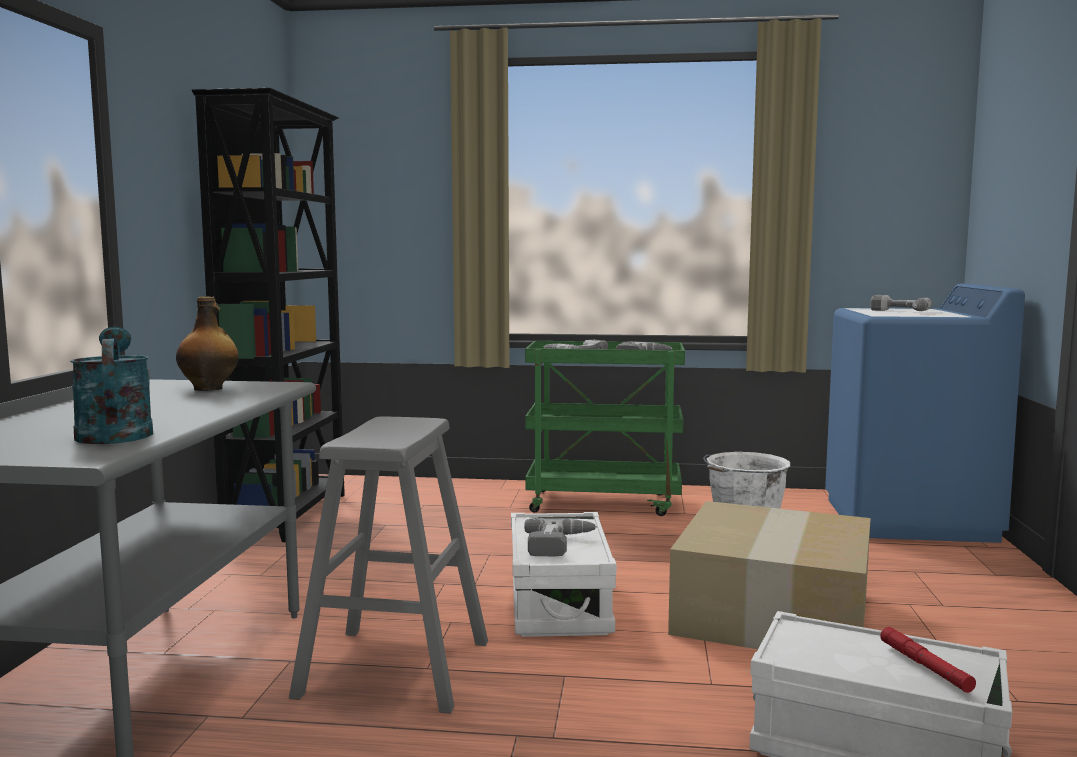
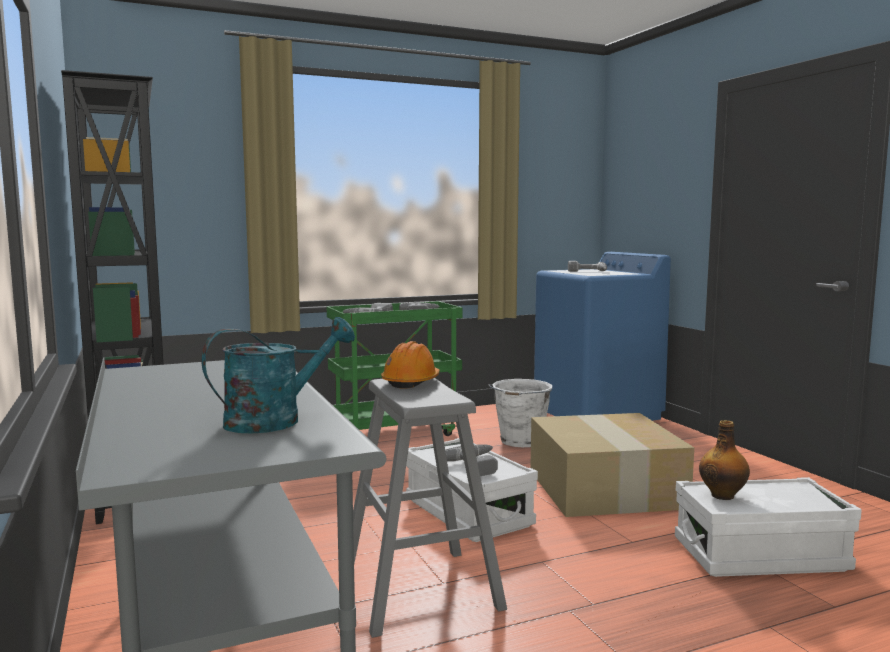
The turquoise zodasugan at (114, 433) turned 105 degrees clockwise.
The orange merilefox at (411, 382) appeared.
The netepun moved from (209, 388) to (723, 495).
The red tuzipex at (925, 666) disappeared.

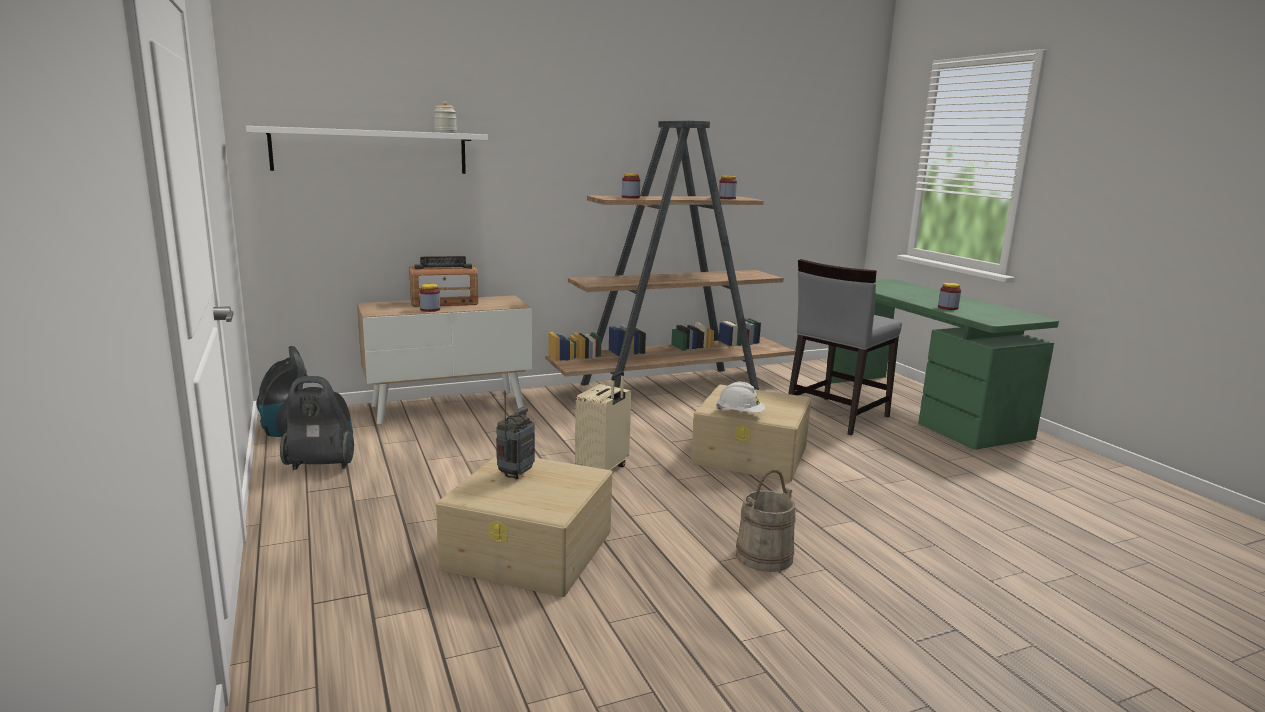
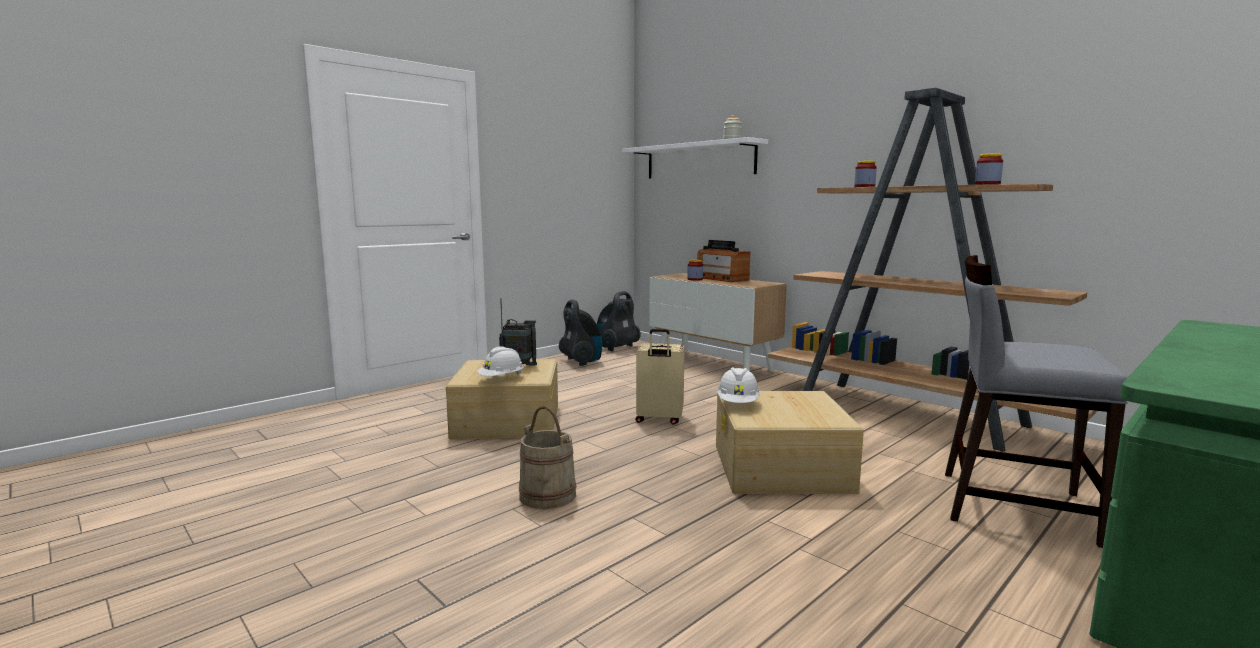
The white merilefox at (501, 379) appeared.
The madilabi at (948, 308) disappeared.

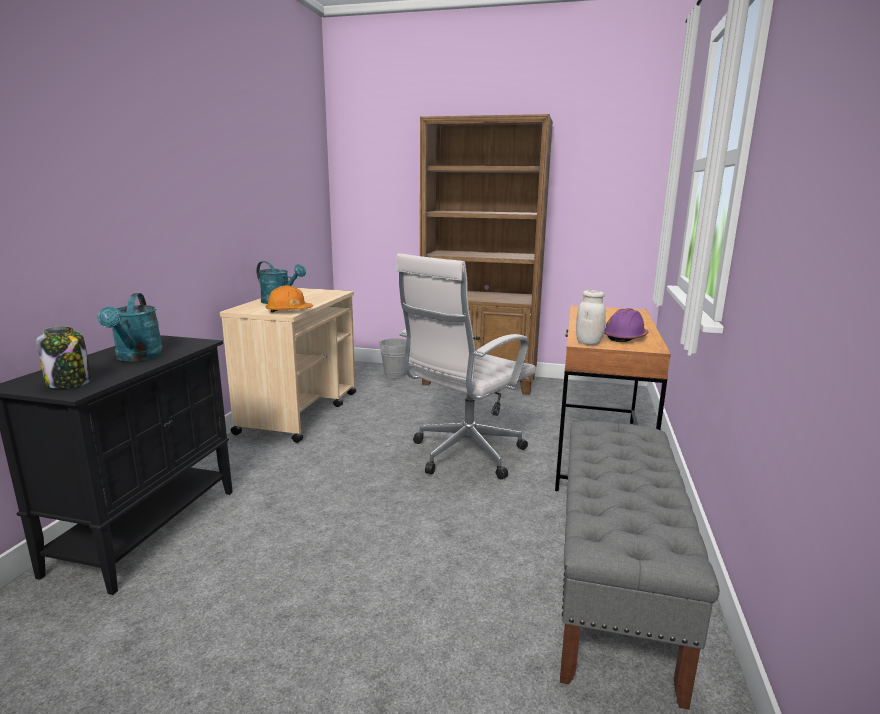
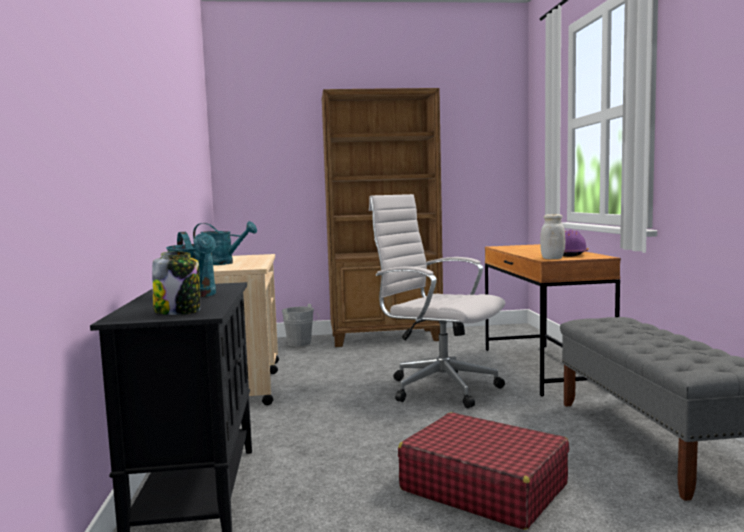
The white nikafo at (463, 455) turned 105 degrees clockwise.
The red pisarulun at (483, 487) appeared.
The orange merilefox at (289, 311) disappeared.

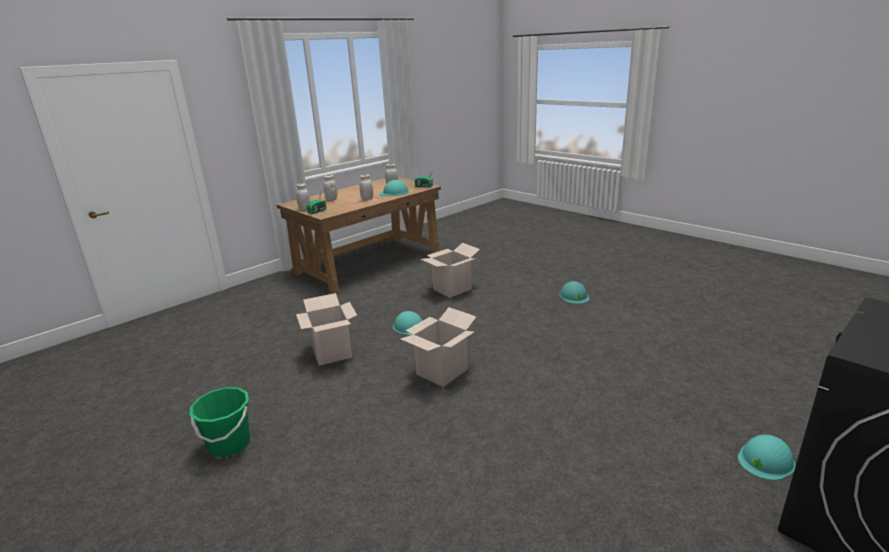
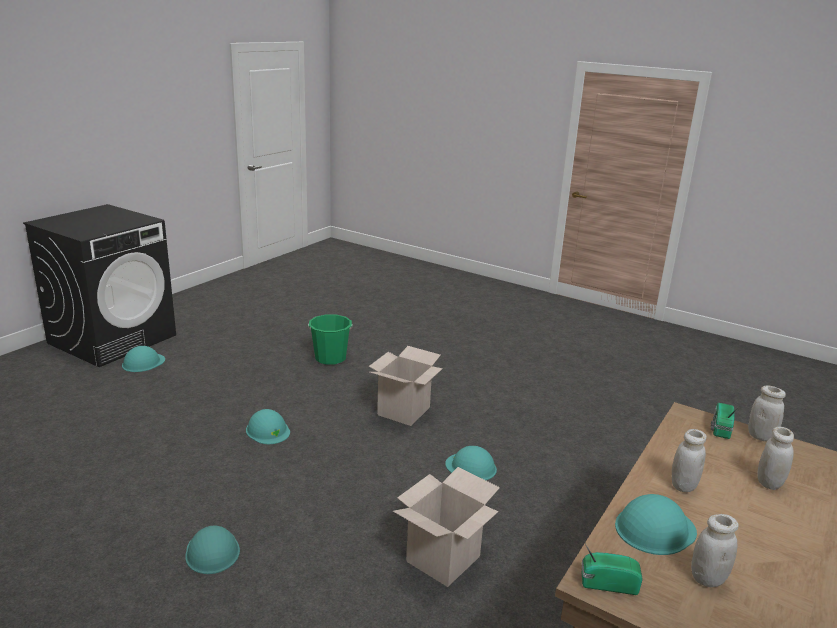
The turquoise merilefox at (268, 430) appeared.
The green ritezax moved from (229, 444) to (330, 358).
The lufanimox at (332, 353) disappeared.

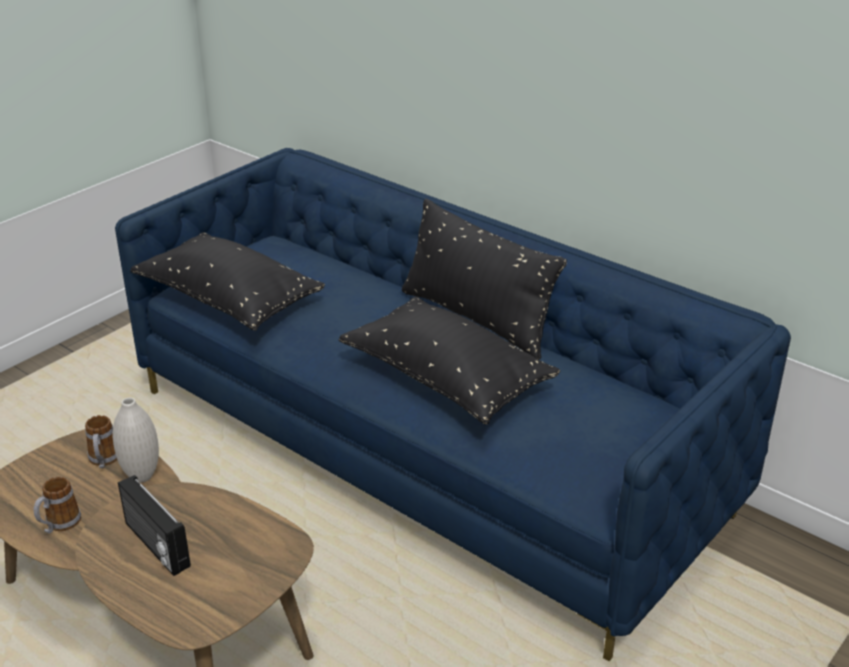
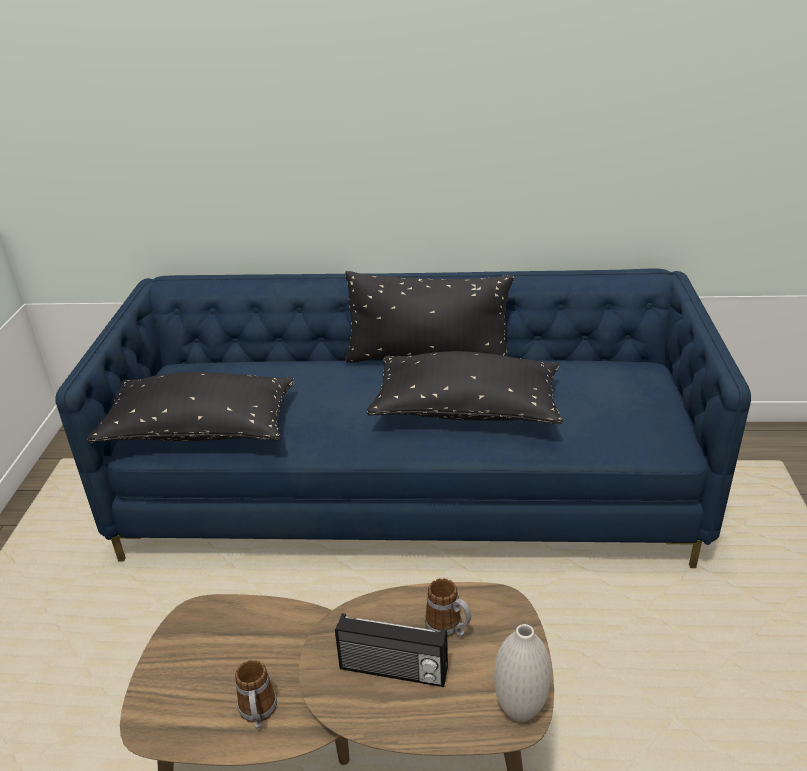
The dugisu moved from (104, 461) to (449, 628).
The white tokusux moved from (141, 476) to (520, 710).

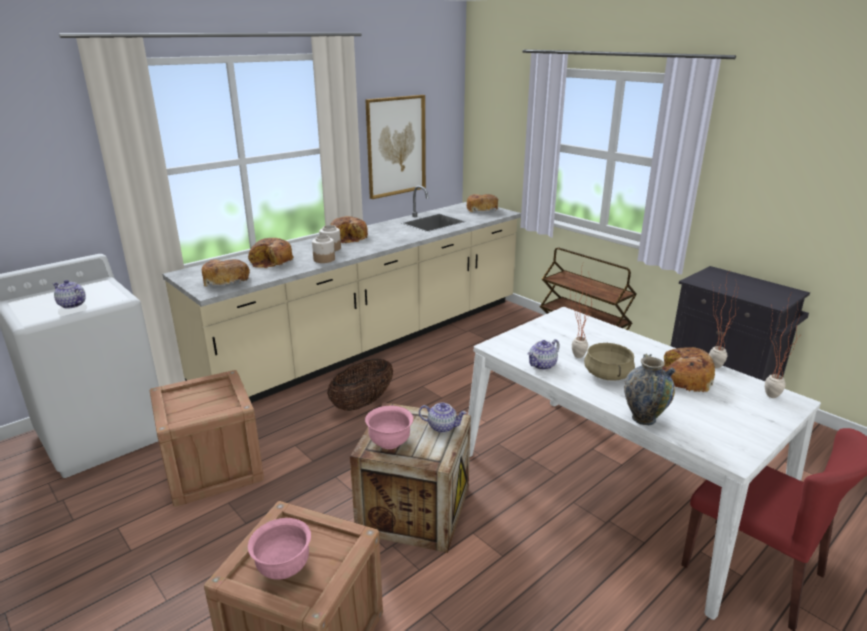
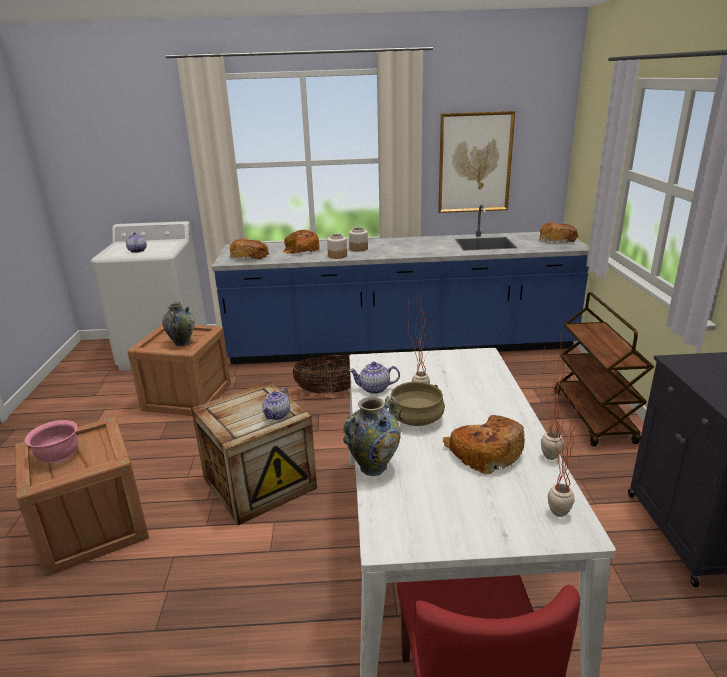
The tokusux at (182, 343) appeared.
The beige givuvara at (372, 342) became the blue givuvara at (401, 347).
The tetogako at (442, 427) turned 60 degrees clockwise.
The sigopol at (350, 237) disappeared.
The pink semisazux at (390, 442) disappeared.

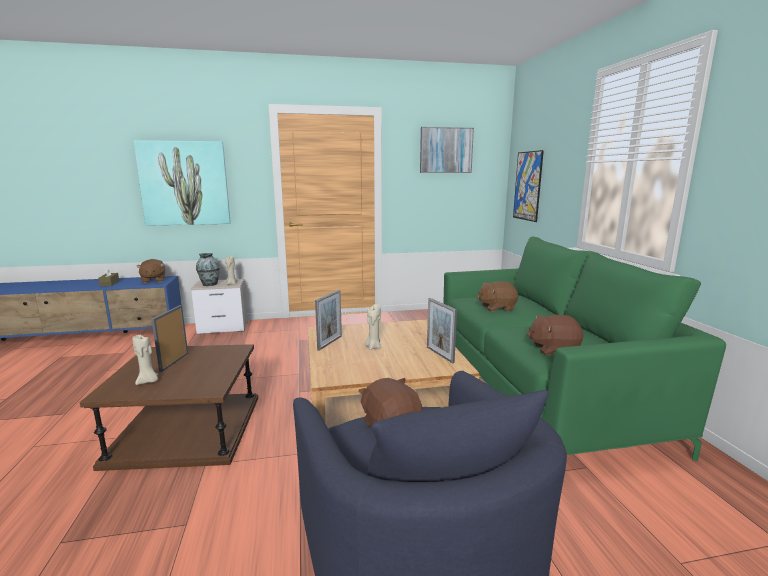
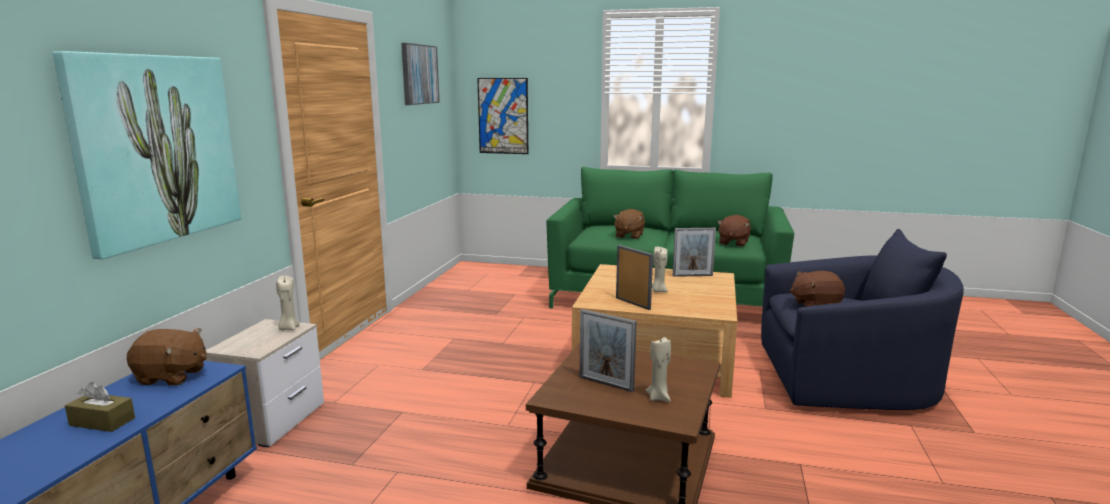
The tokusux at (210, 284) disappeared.

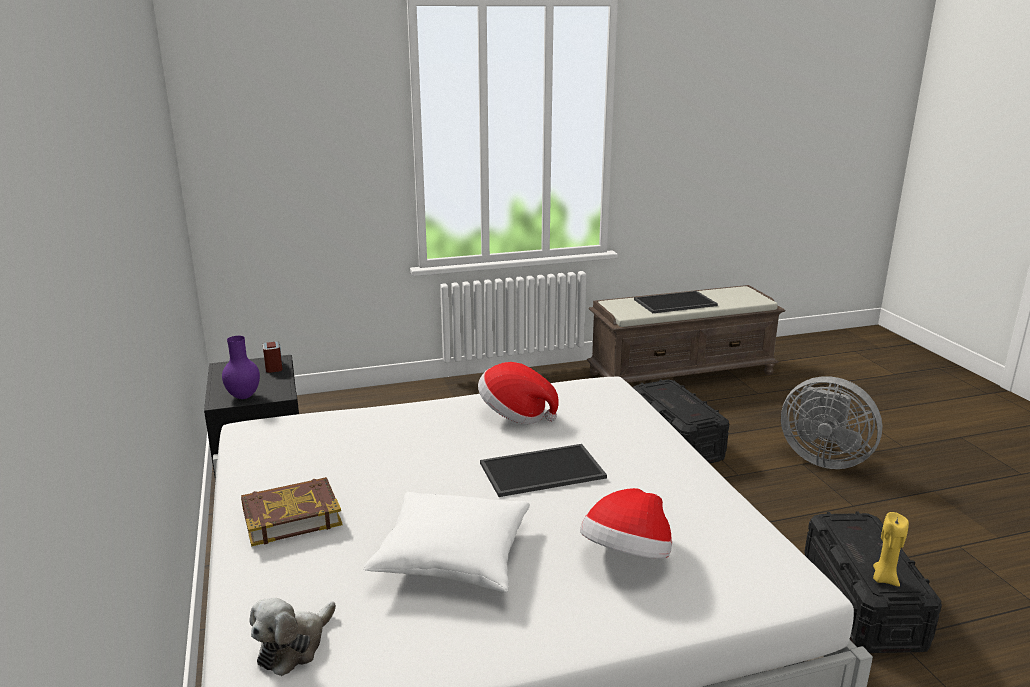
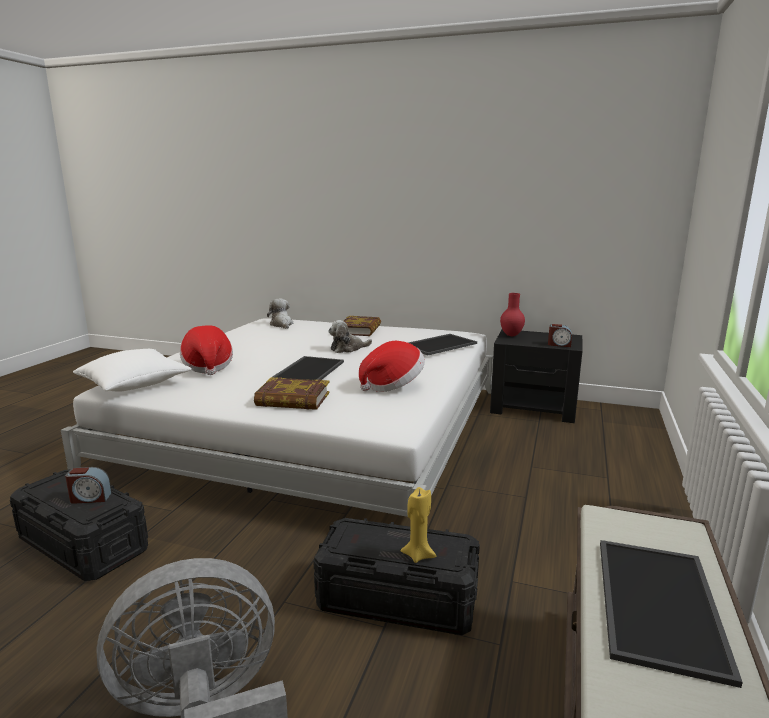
The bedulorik at (90, 498) appeared.
The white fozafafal moved from (452, 557) to (134, 384).
The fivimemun at (293, 400) appeared.
The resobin at (348, 349) appeared.
The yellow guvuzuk moved from (884, 578) to (418, 555).
The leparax at (439, 344) appeared.
The purple tokusux at (244, 396) became the red tokusux at (512, 335).

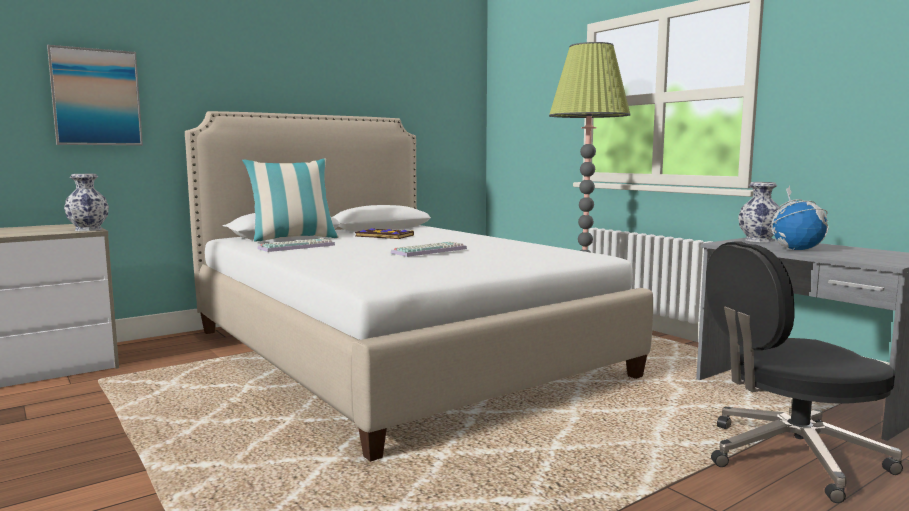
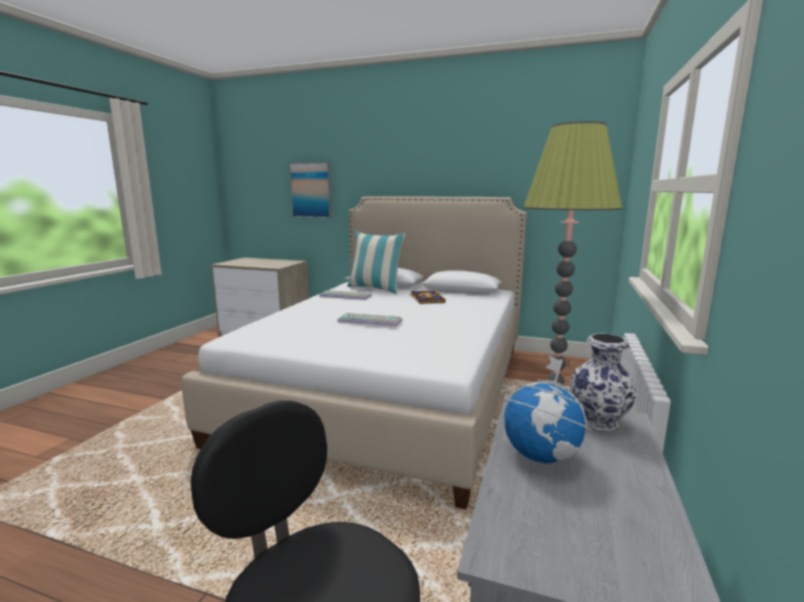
The tokusux at (88, 229) disappeared.

